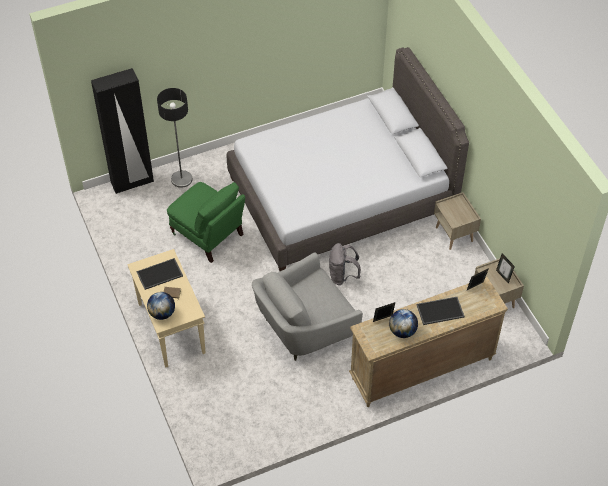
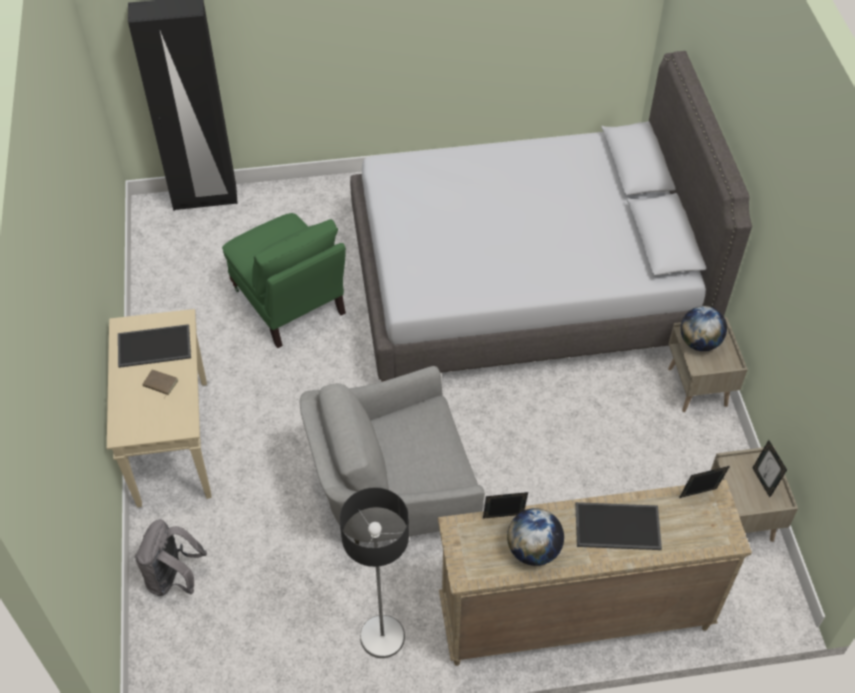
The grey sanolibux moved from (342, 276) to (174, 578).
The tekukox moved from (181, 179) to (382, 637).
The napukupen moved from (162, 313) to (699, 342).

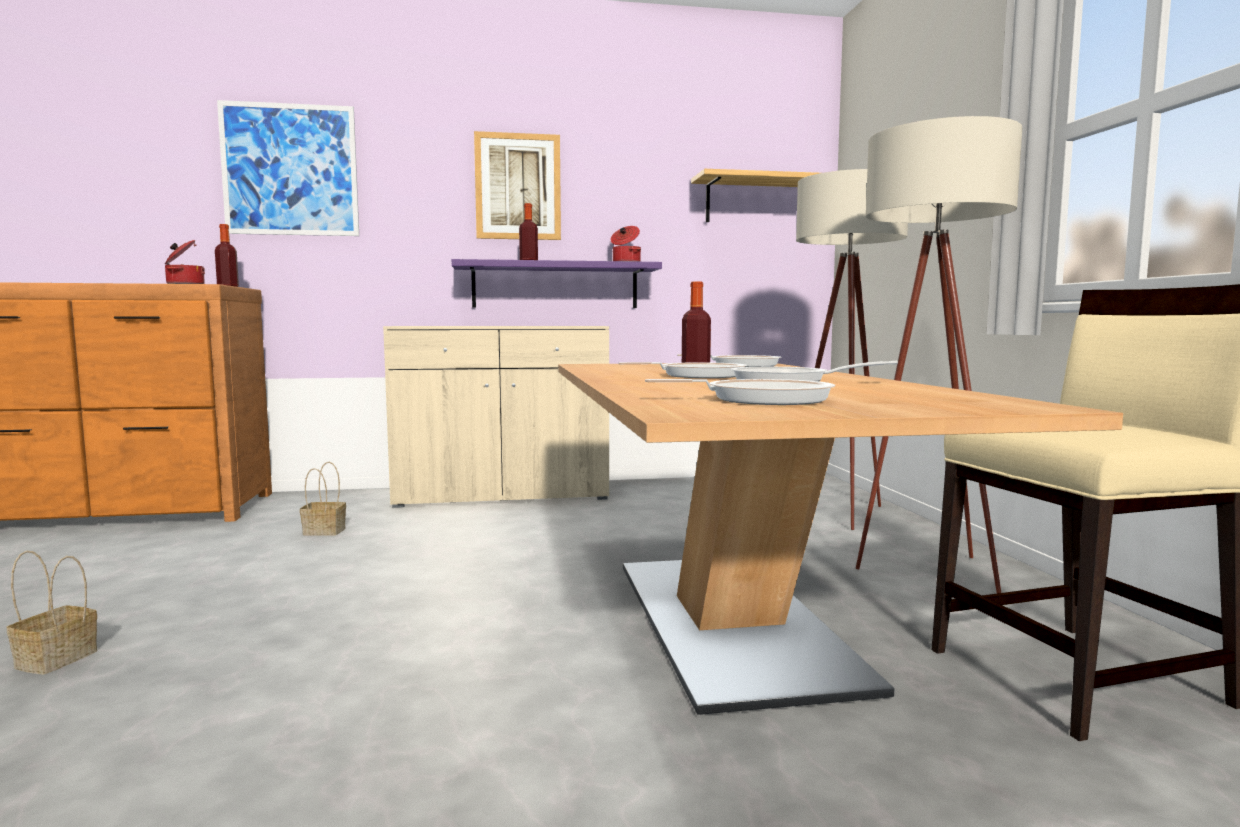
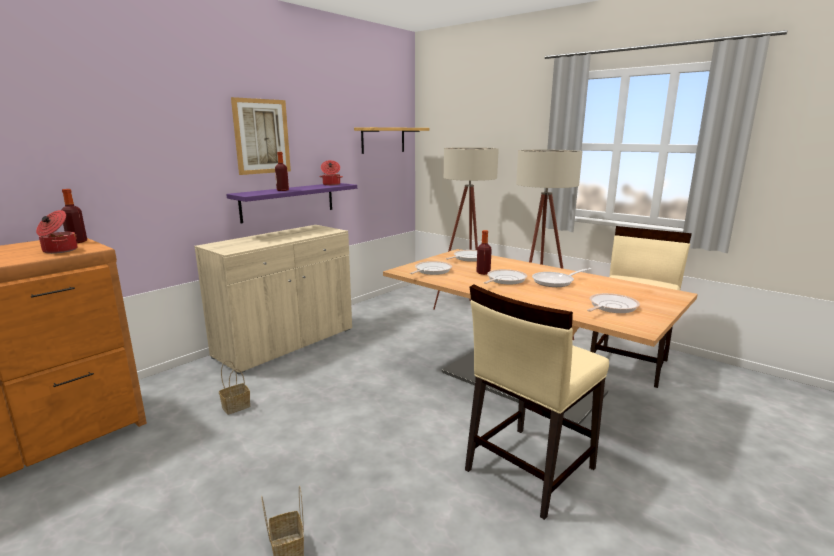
The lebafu at (431, 271) appeared.
The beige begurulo at (528, 469) appeared.
The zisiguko at (290, 170) disappeared.

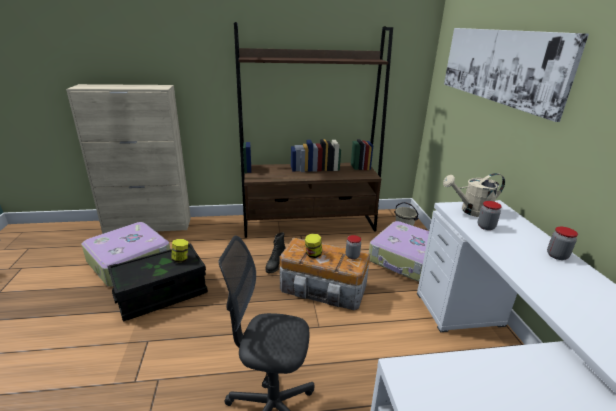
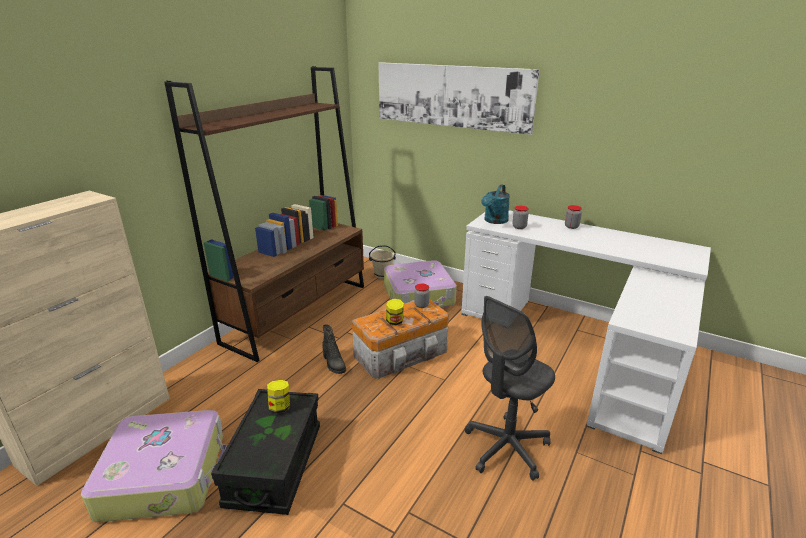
The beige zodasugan at (471, 211) became the turquoise zodasugan at (494, 221).

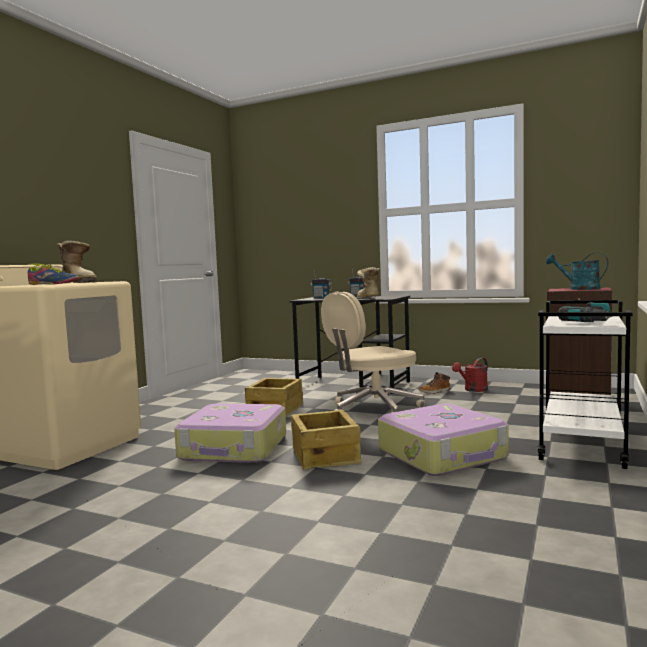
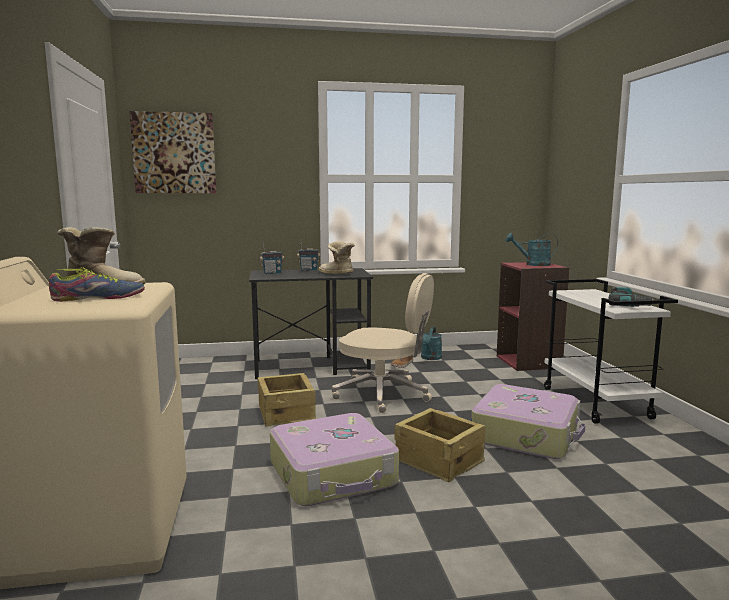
The zisiguko at (174, 153) appeared.
The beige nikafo at (373, 409) turned 90 degrees counterclockwise.
The red zodasugan at (473, 390) became the turquoise zodasugan at (430, 358).

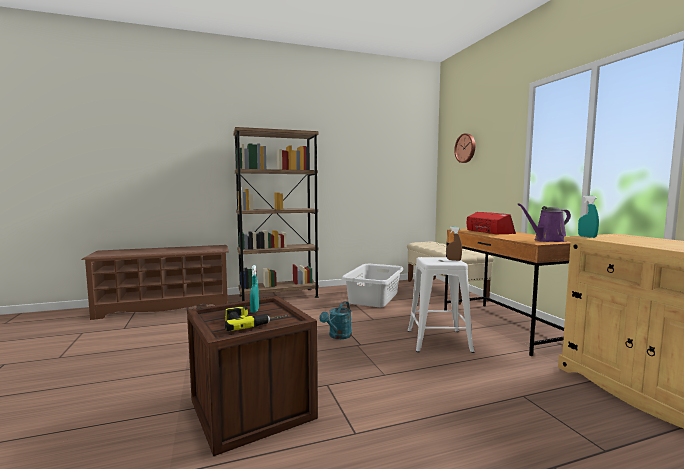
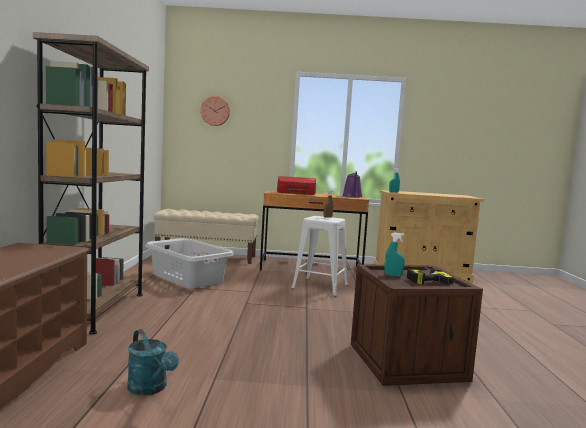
The turquoise zodasugan moved from (338, 336) to (150, 388).

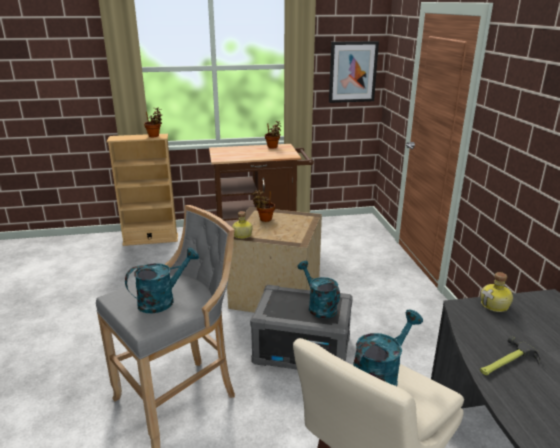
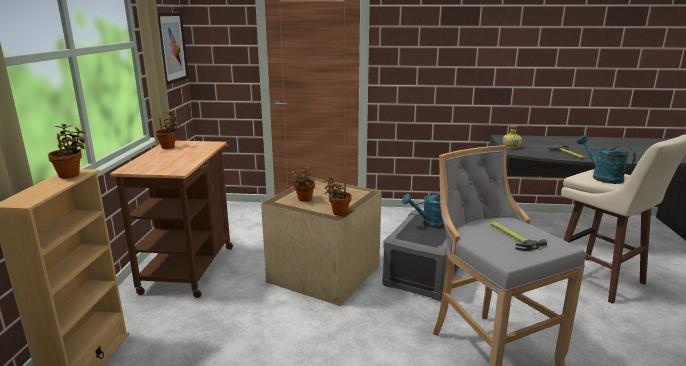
The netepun at (242, 235) was replaced by the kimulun at (338, 212).
The turquoise zodasugan at (162, 300) was replaced by the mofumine at (512, 237).

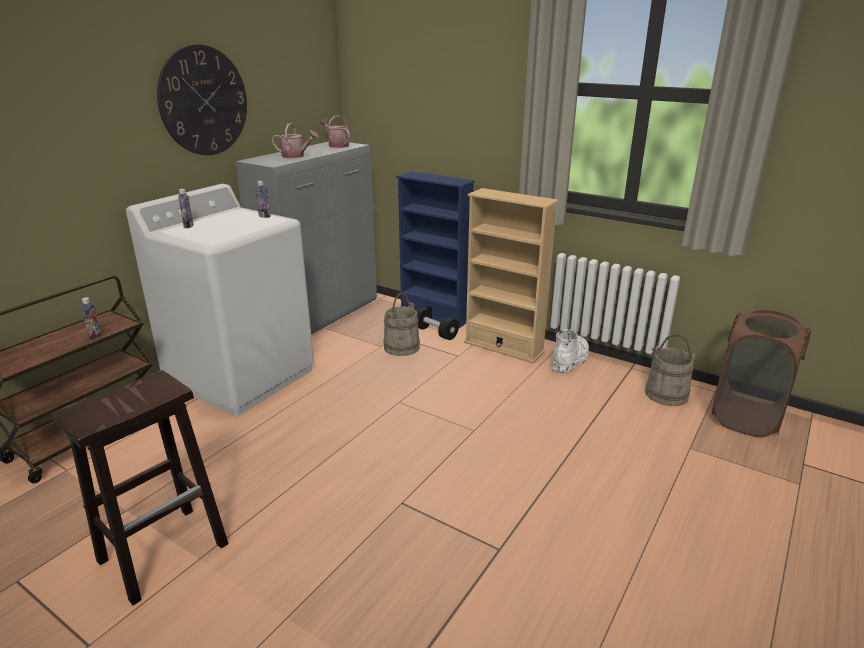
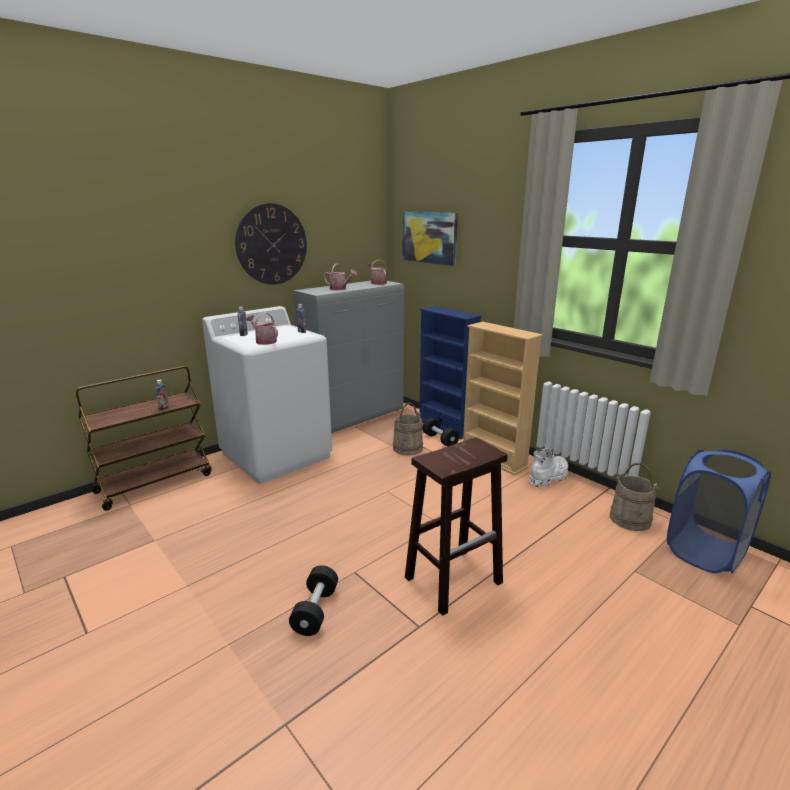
The zodasugan at (264, 341) appeared.
The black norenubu at (315, 611) appeared.
The zisiguko at (429, 237) appeared.
The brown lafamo moved from (165, 551) to (454, 579).
The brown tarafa at (746, 417) became the blue tarafa at (705, 552).

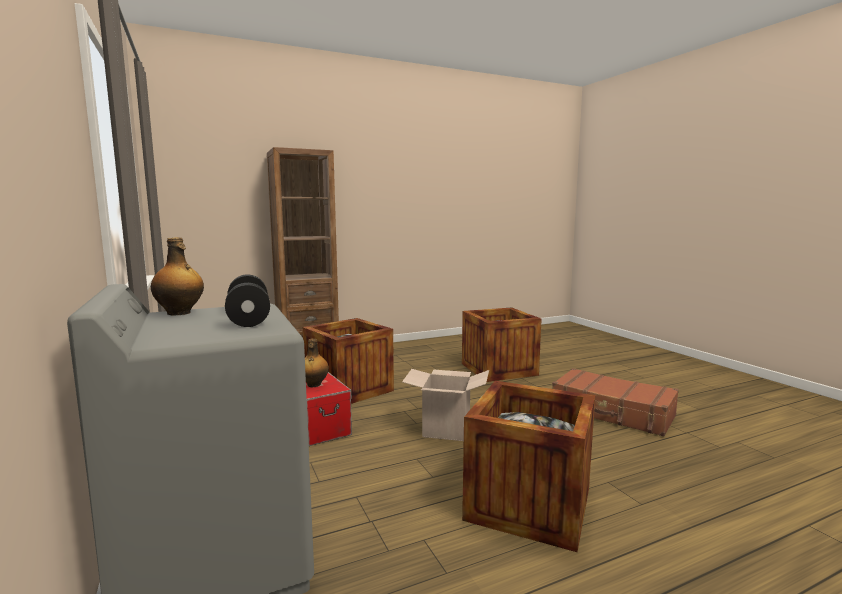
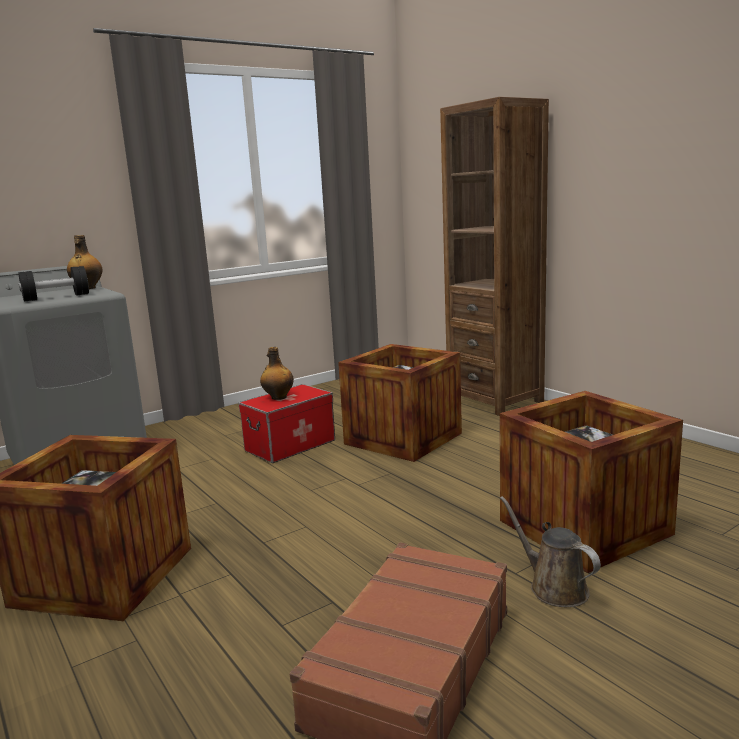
The brown zodasugan at (554, 587) appeared.
The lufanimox at (446, 430) disappeared.

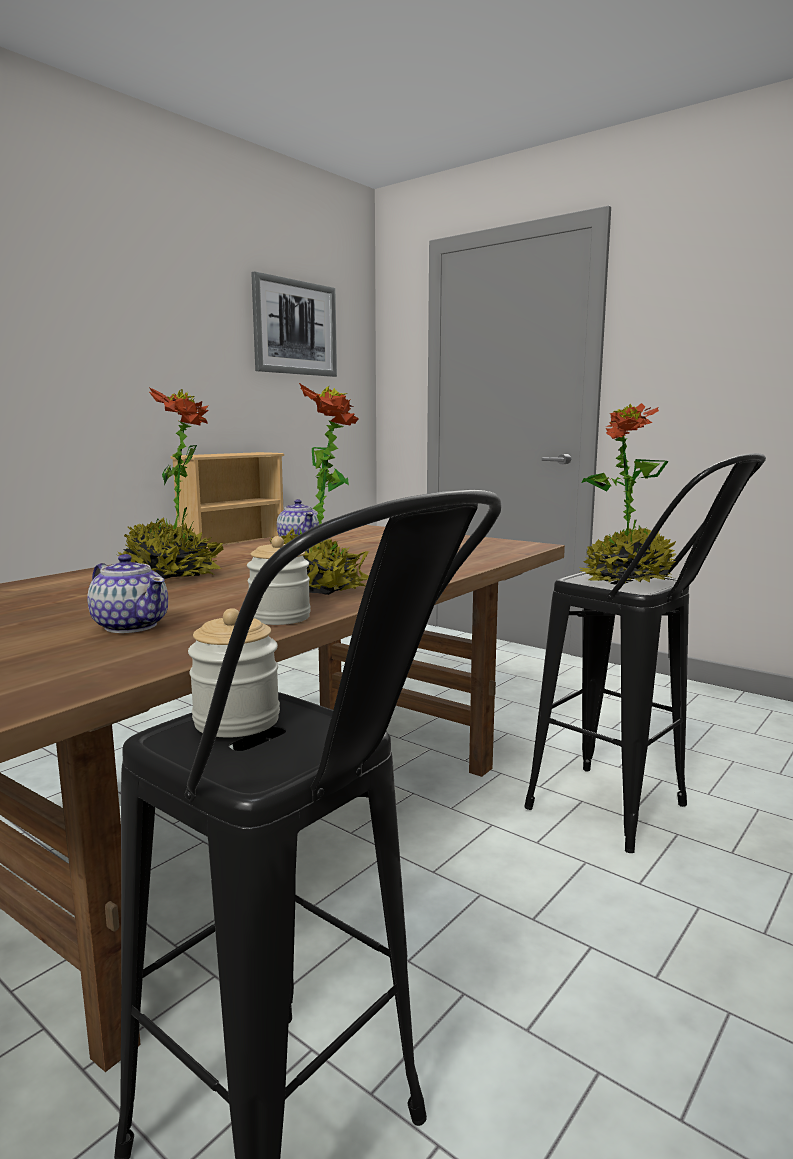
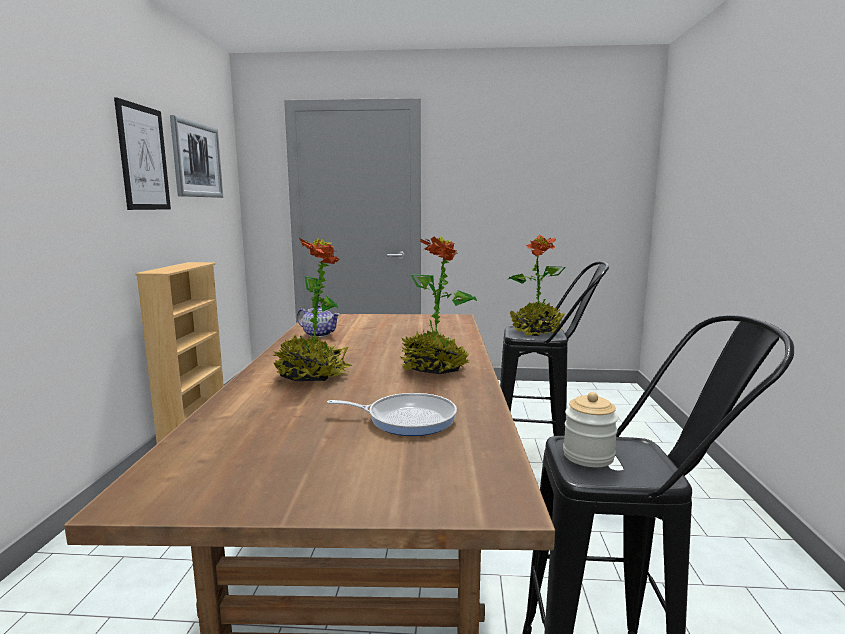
The zisiguko at (143, 158) appeared.
The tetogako at (131, 626) was replaced by the lebafu at (407, 419).
The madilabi at (280, 617) disappeared.

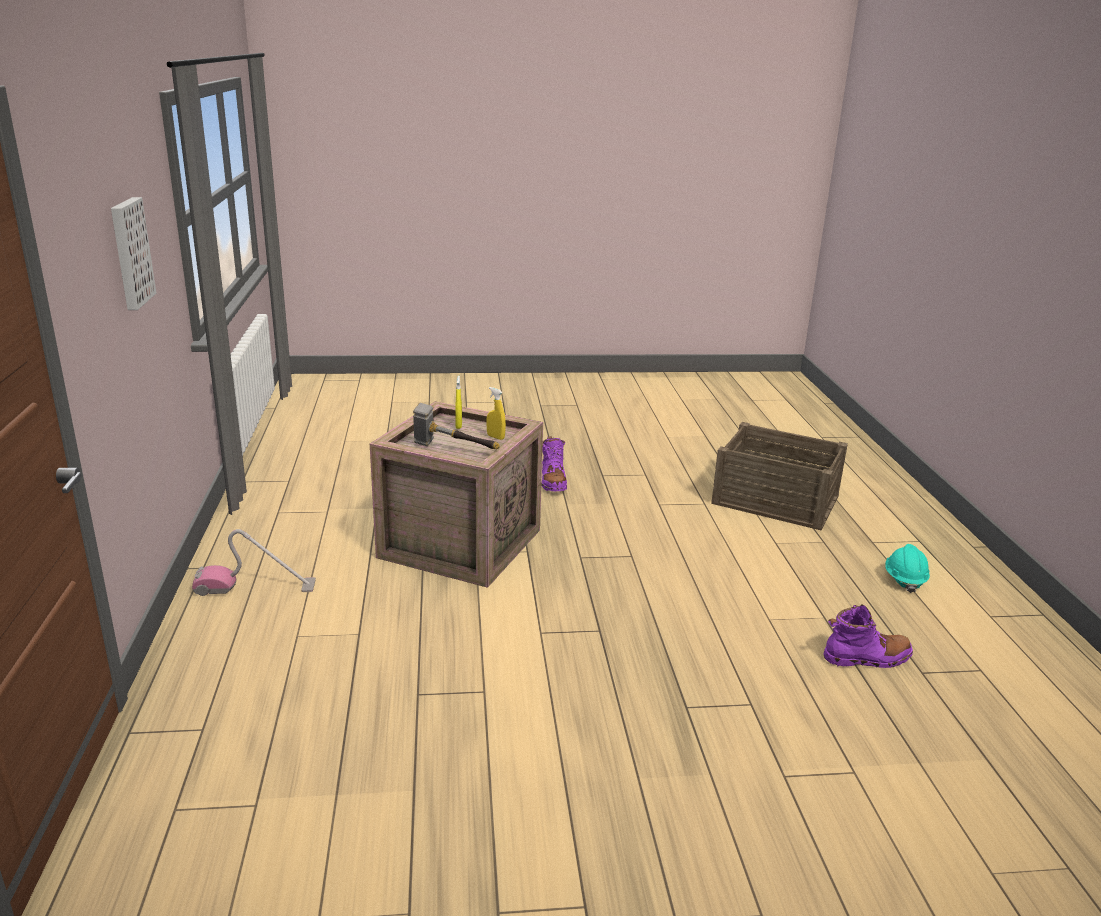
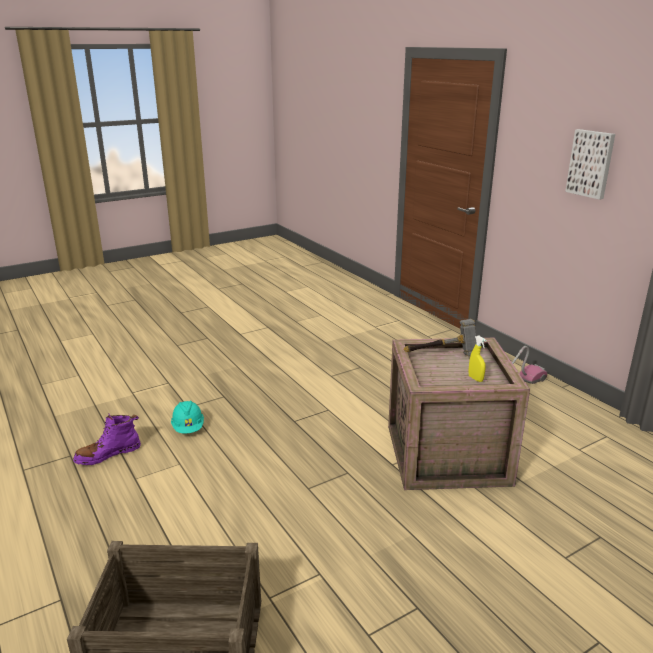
The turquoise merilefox moved from (904, 579) to (188, 428).
The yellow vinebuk at (495, 437) disappeared.
The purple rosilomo at (553, 481) disappeared.

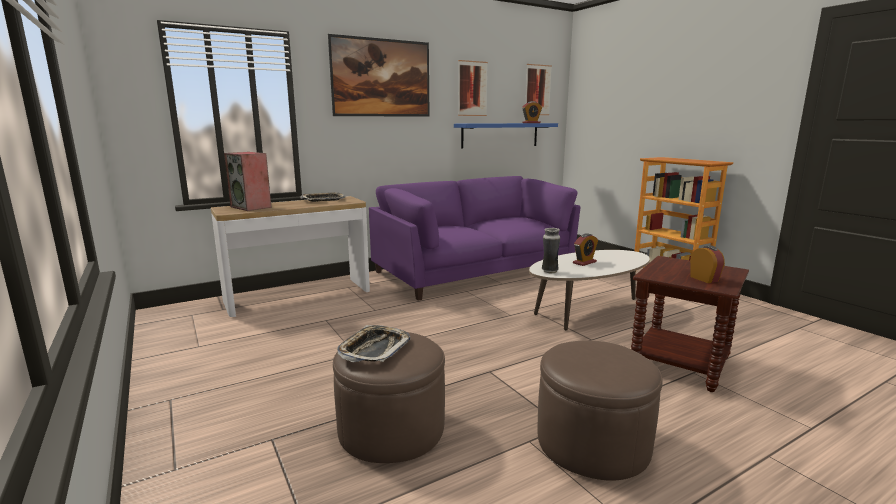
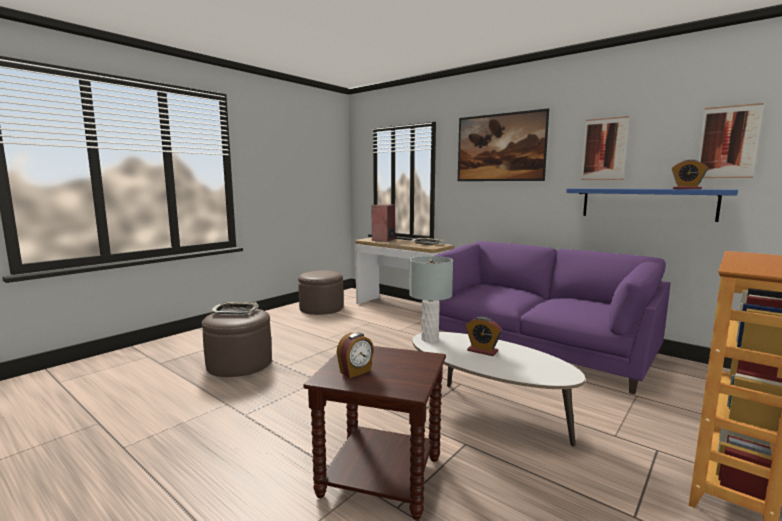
The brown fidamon moved from (592, 442) to (321, 308).
The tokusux at (549, 271) was replaced by the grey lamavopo at (429, 339).

